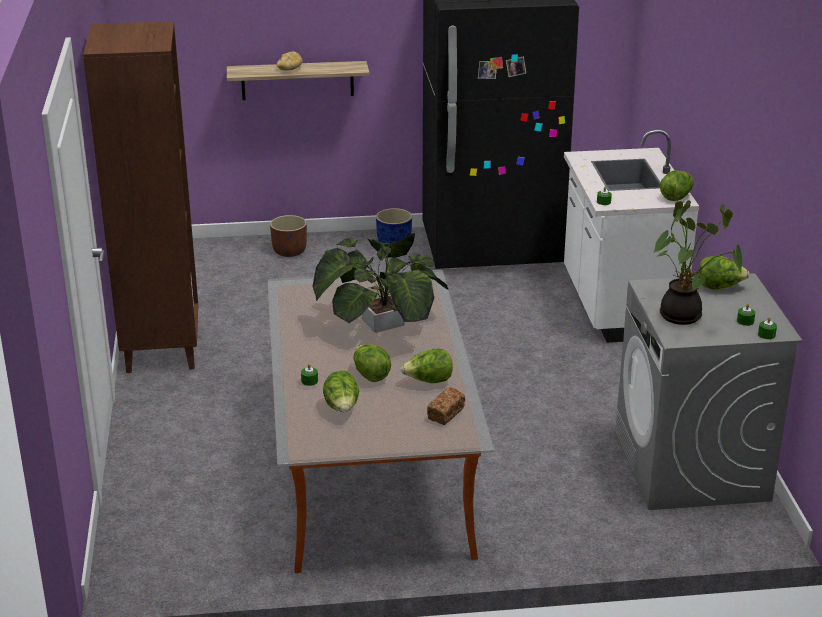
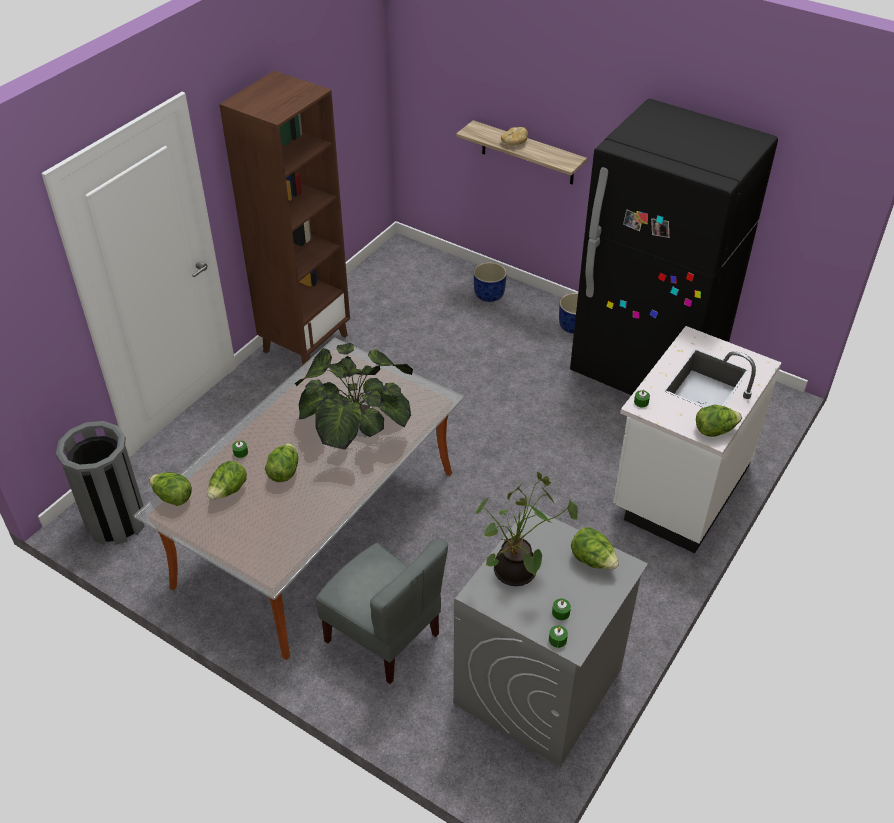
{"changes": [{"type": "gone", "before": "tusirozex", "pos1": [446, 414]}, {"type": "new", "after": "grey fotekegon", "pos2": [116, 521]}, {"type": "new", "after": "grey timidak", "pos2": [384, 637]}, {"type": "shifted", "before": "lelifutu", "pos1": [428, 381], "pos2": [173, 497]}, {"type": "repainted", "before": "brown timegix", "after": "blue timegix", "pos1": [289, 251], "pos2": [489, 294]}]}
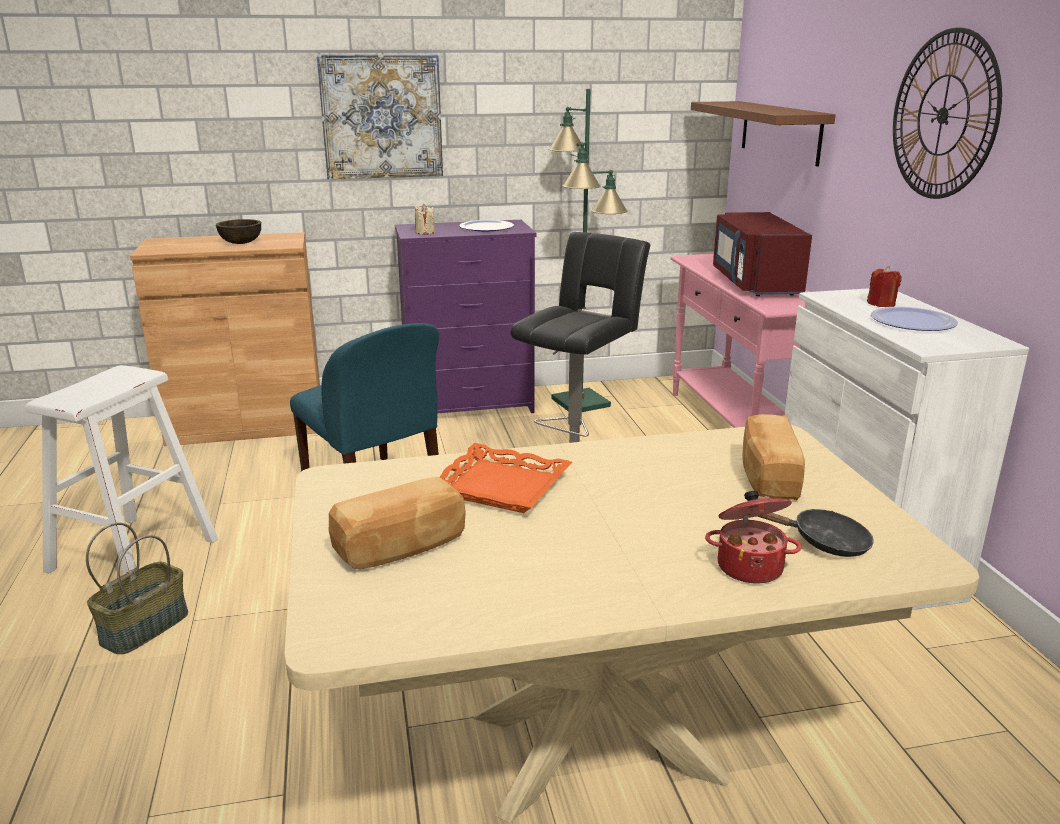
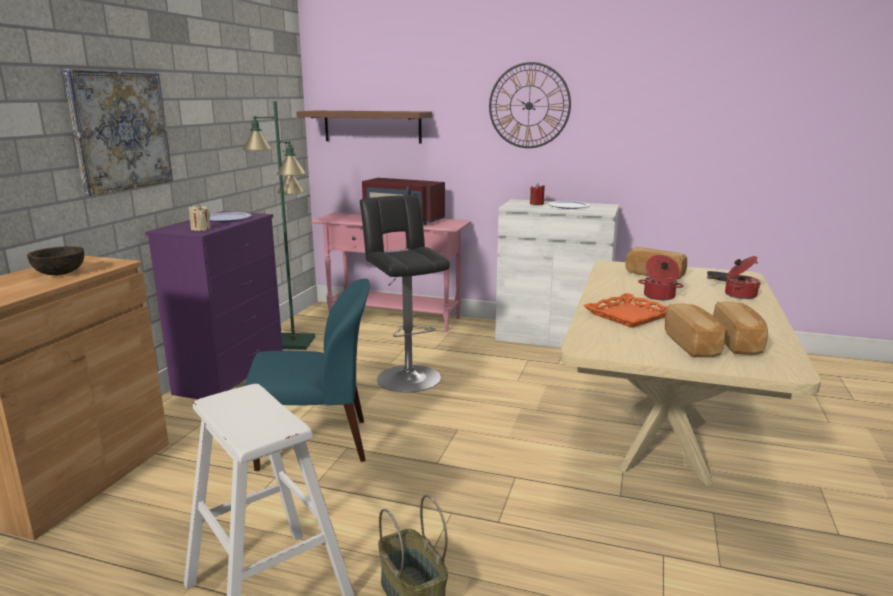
{"changes": [{"type": "new", "after": "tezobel", "pos2": [659, 296]}, {"type": "new", "after": "tusirozex", "pos2": [738, 342]}]}
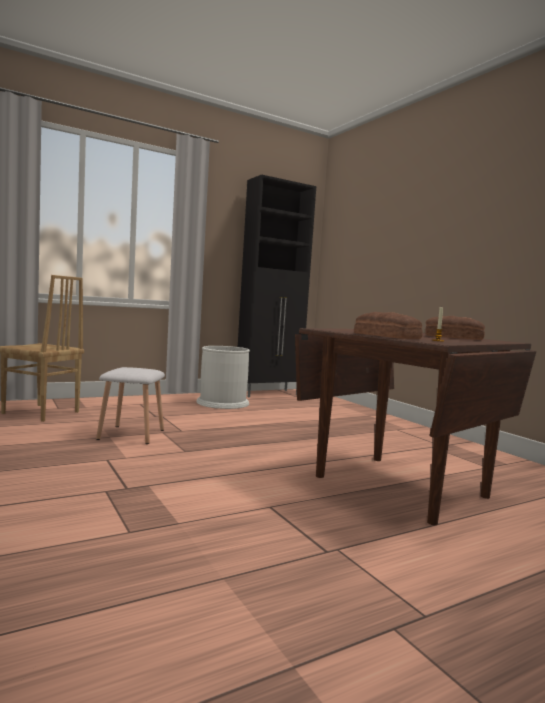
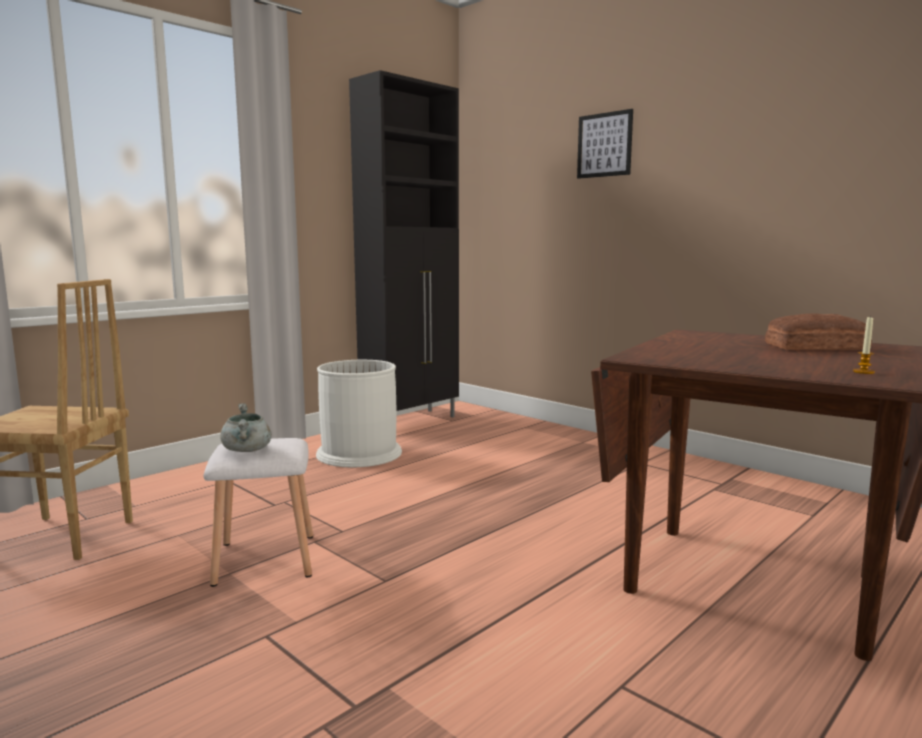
{"changes": [{"type": "gone", "before": "tusirozex", "pos1": [386, 336]}, {"type": "new", "after": "grey tezobel", "pos2": [247, 450]}, {"type": "new", "after": "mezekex", "pos2": [604, 145]}]}
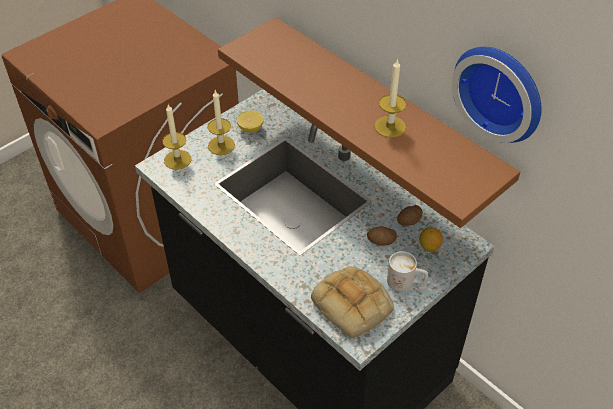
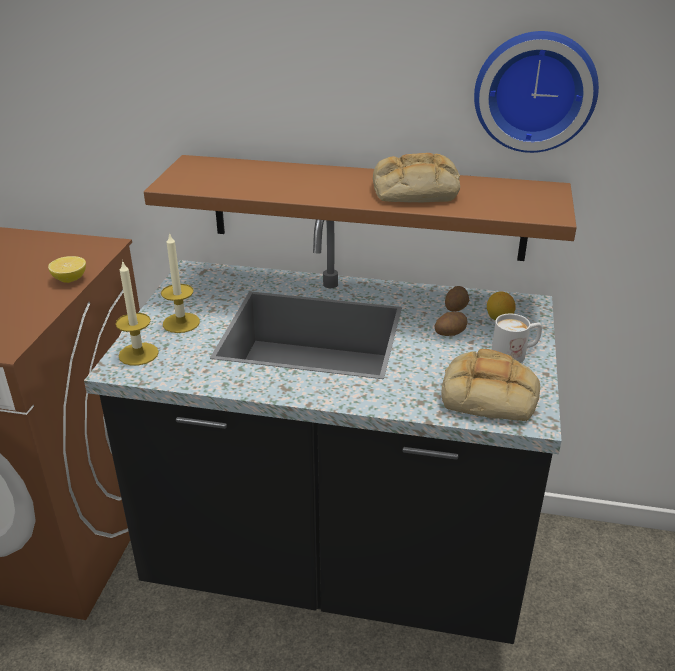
{"changes": [{"type": "shifted", "before": "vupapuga", "pos1": [250, 128], "pos2": [70, 279]}, {"type": "swapped", "before": "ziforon", "after": "tusirozex", "pos1": [390, 126], "pos2": [414, 190]}]}
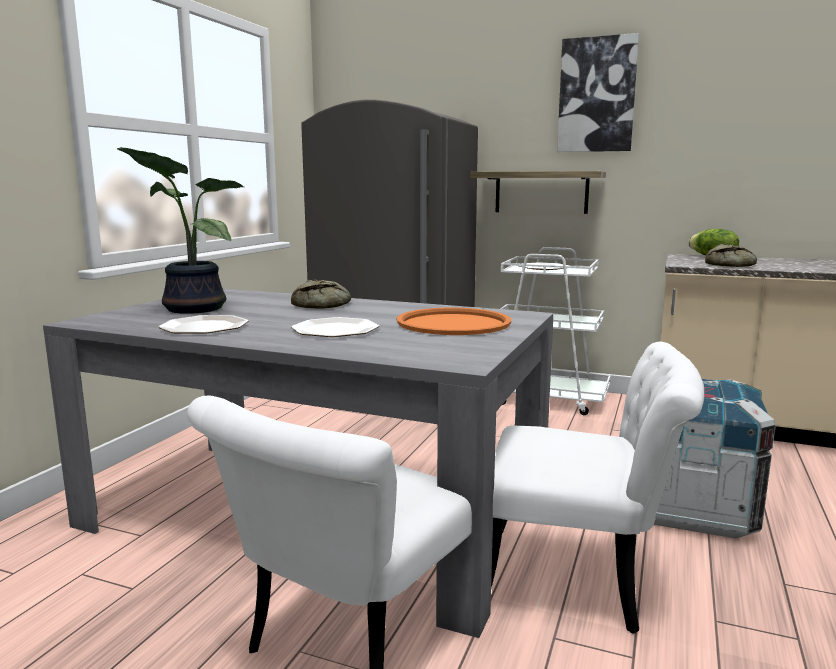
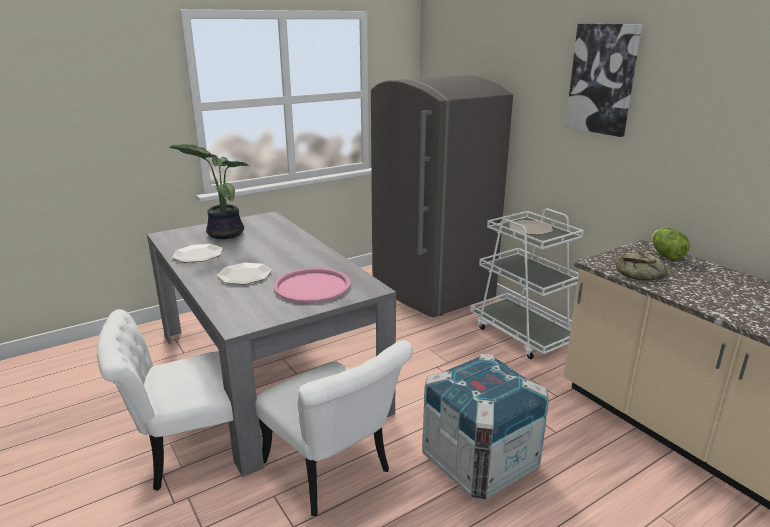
{"changes": [{"type": "gone", "before": "tusirozex", "pos1": [324, 304]}, {"type": "gone", "before": "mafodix", "pos1": [541, 192]}, {"type": "repainted", "before": "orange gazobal", "after": "pink gazobal", "pos1": [453, 323], "pos2": [312, 286]}]}
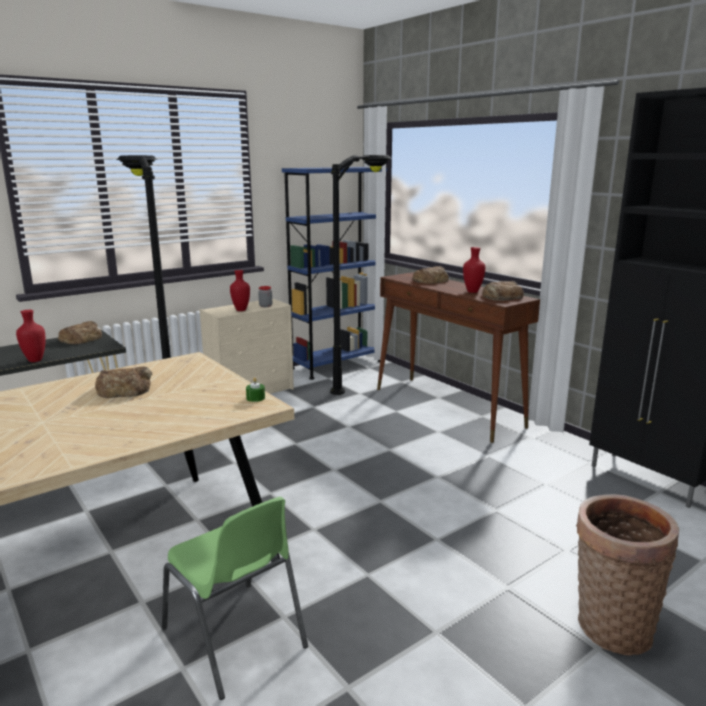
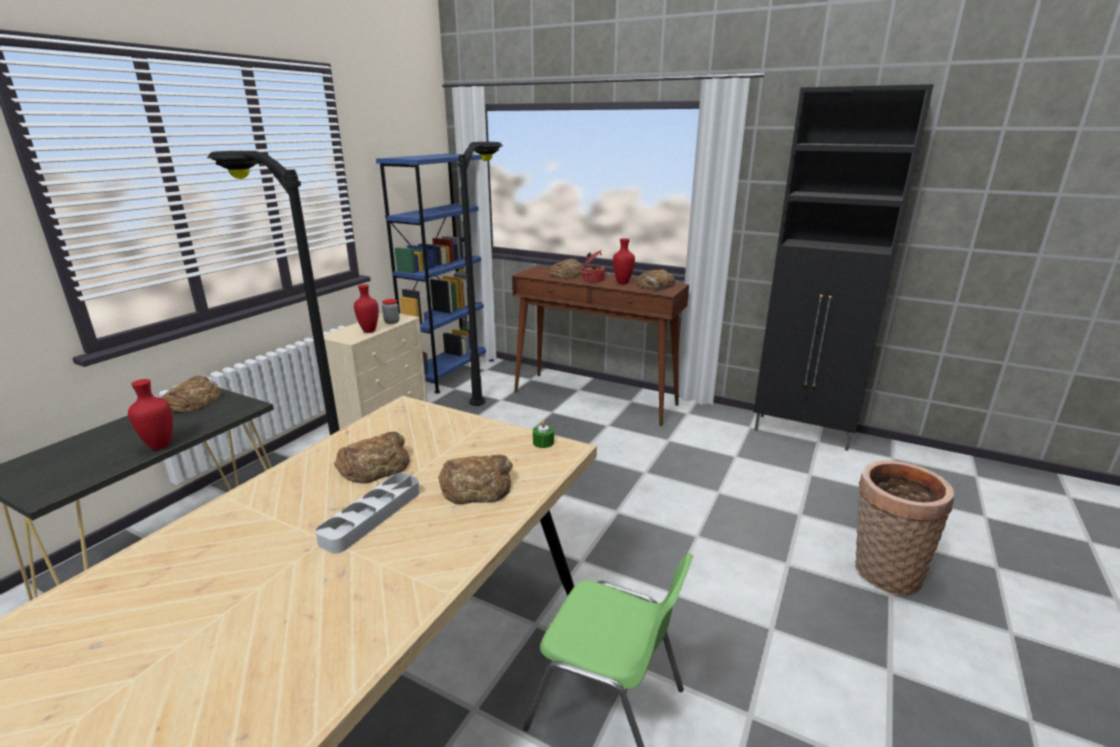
{"changes": [{"type": "new", "after": "grey gazobal", "pos2": [372, 516]}, {"type": "new", "after": "tusirozex", "pos2": [476, 485]}, {"type": "new", "after": "tezobel", "pos2": [592, 279]}]}
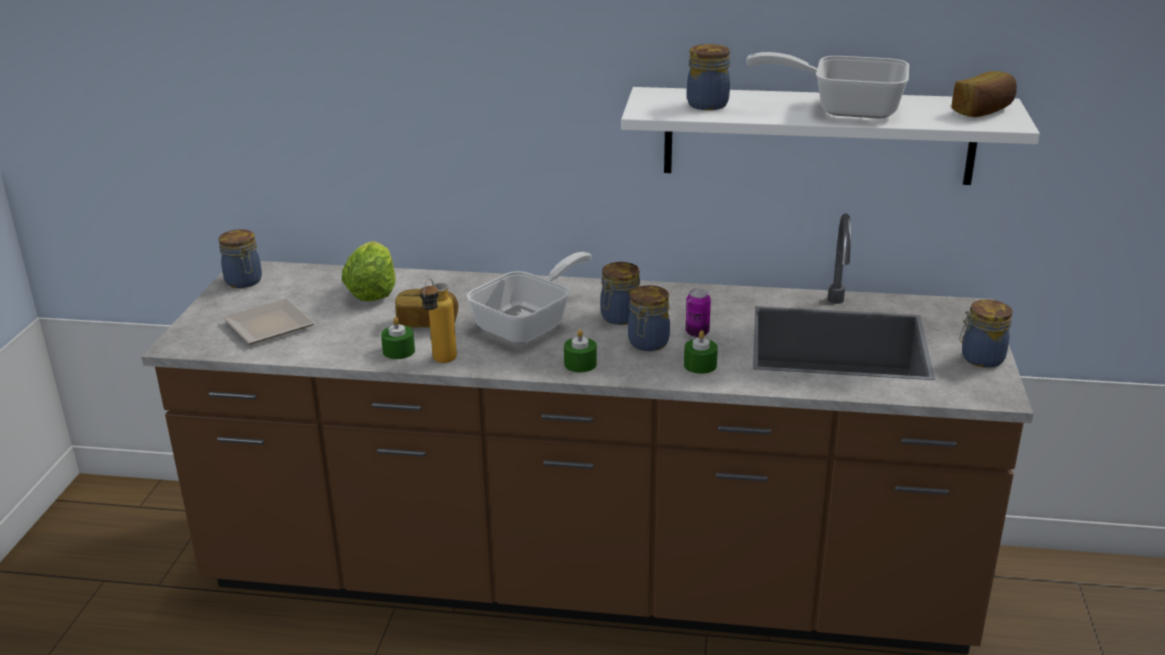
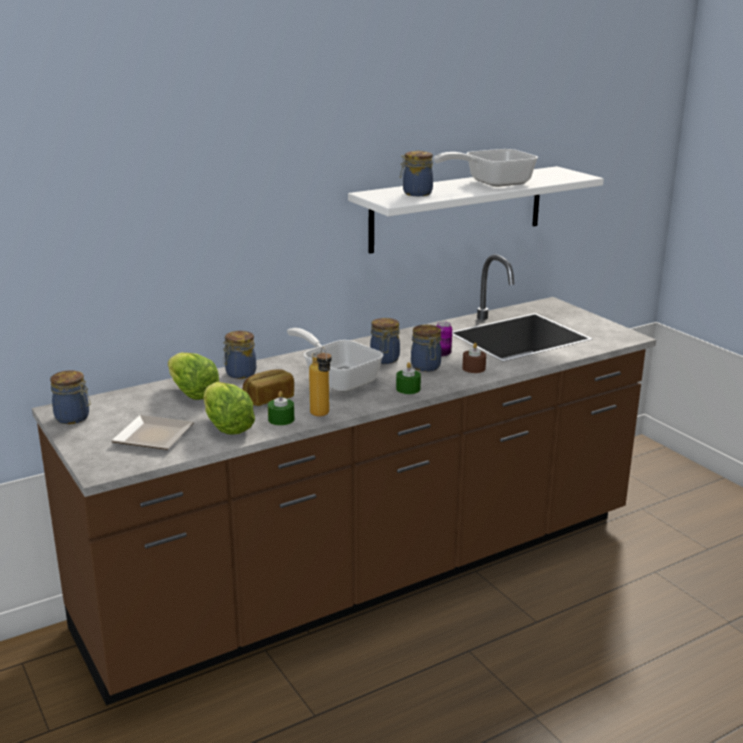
{"changes": [{"type": "gone", "before": "tusirozex", "pos1": [983, 111]}, {"type": "new", "after": "lelifutu", "pos2": [227, 427]}, {"type": "shifted", "before": "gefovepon", "pos1": [980, 358], "pos2": [239, 374]}, {"type": "repainted", "before": "green ziforon", "after": "brown ziforon", "pos1": [700, 365], "pos2": [473, 368]}, {"type": "rotated", "before": "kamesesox", "pos1": [530, 324], "pos2": [337, 379], "turn": -45}]}
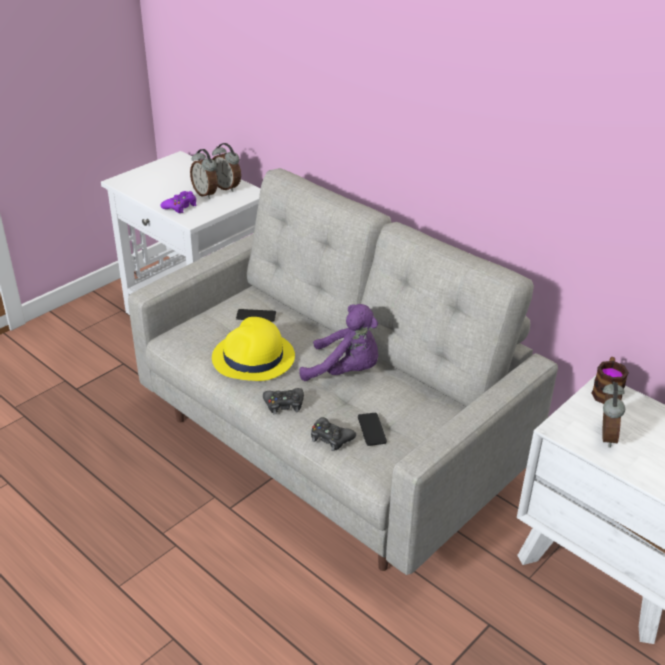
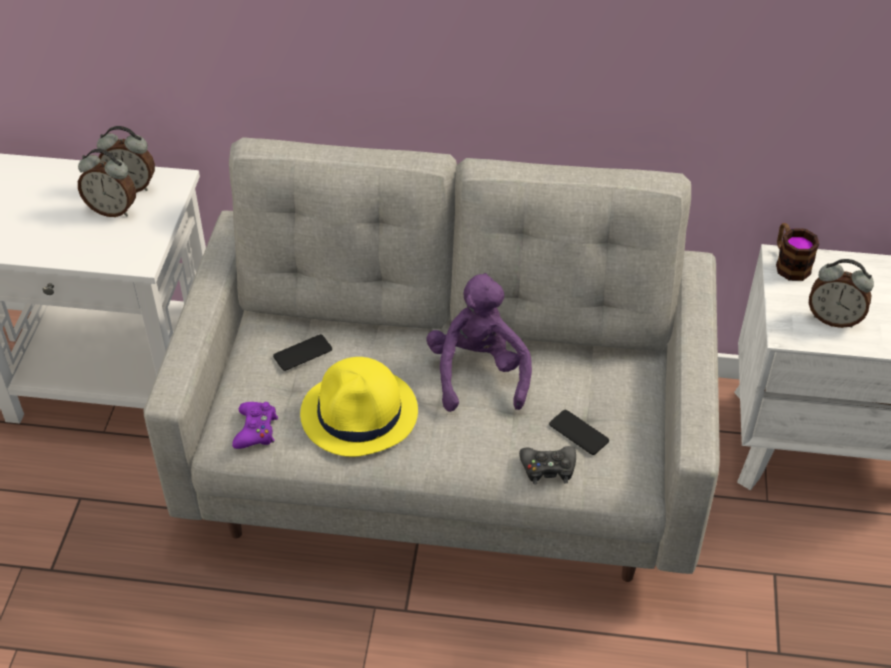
{"changes": [{"type": "gone", "before": "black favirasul", "pos1": [284, 404]}, {"type": "shifted", "before": "purple favirasul", "pos1": [180, 206], "pos2": [256, 430]}, {"type": "rotated", "before": "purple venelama", "pos1": [345, 371], "pos2": [478, 373], "turn": -75}, {"type": "rotated", "before": "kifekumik", "pos1": [604, 436], "pos2": [833, 319], "turn": 135}]}
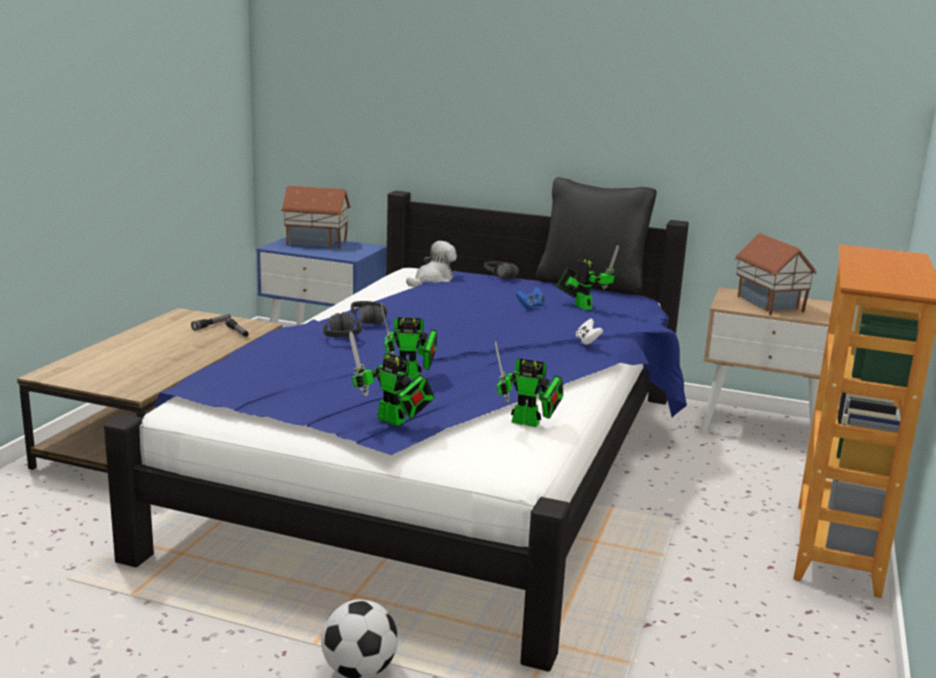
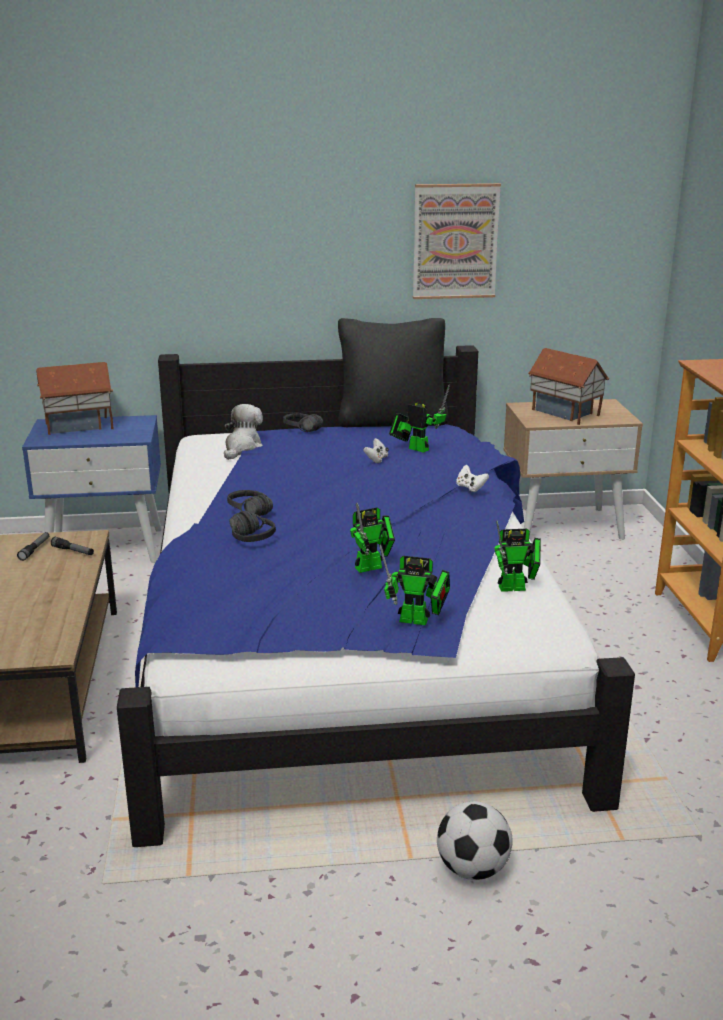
{"changes": [{"type": "new", "after": "mezekex", "pos2": [455, 241]}, {"type": "repainted", "before": "blue favirasul", "after": "white favirasul", "pos1": [530, 306], "pos2": [376, 459]}]}
